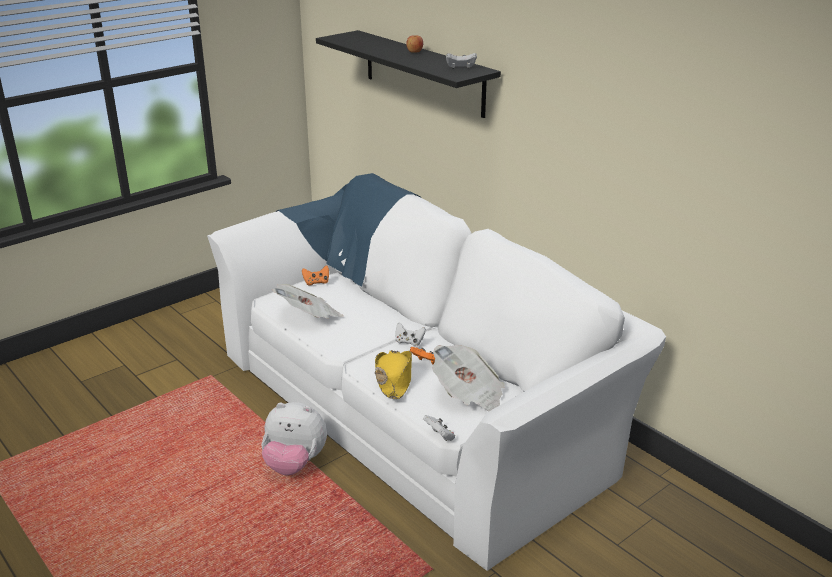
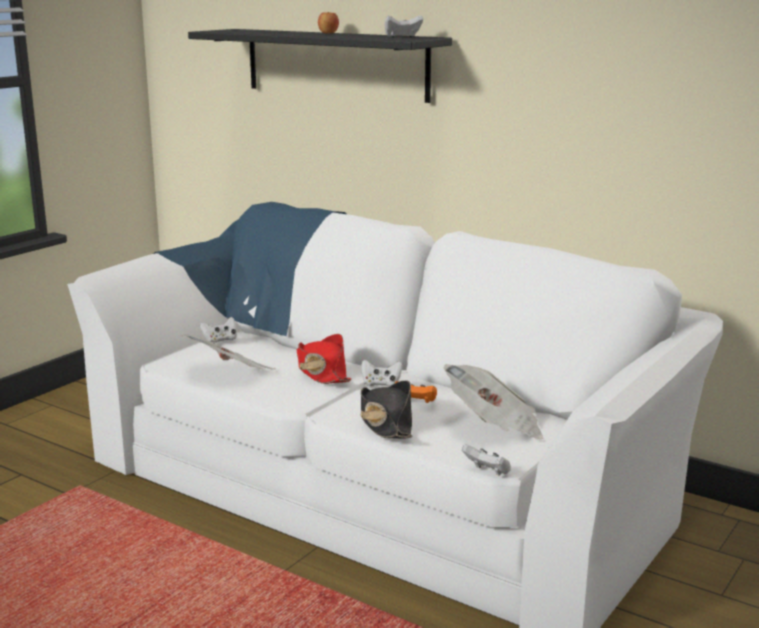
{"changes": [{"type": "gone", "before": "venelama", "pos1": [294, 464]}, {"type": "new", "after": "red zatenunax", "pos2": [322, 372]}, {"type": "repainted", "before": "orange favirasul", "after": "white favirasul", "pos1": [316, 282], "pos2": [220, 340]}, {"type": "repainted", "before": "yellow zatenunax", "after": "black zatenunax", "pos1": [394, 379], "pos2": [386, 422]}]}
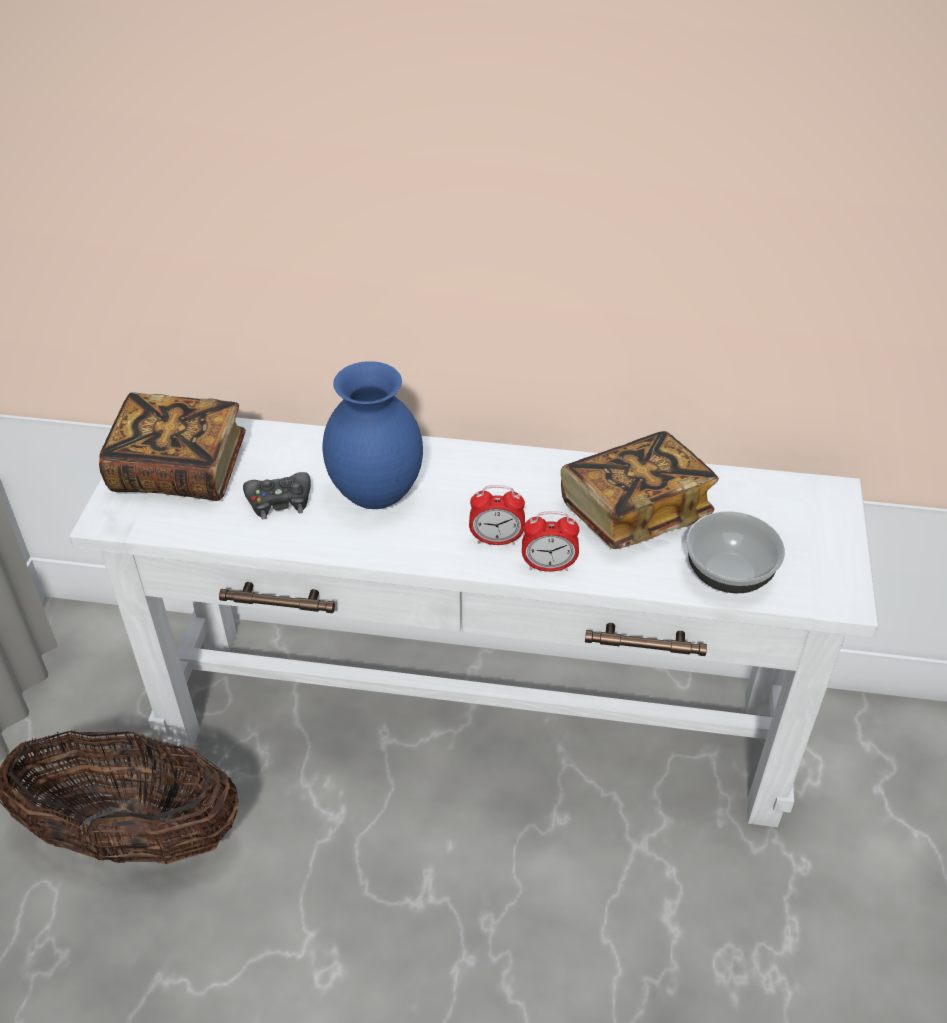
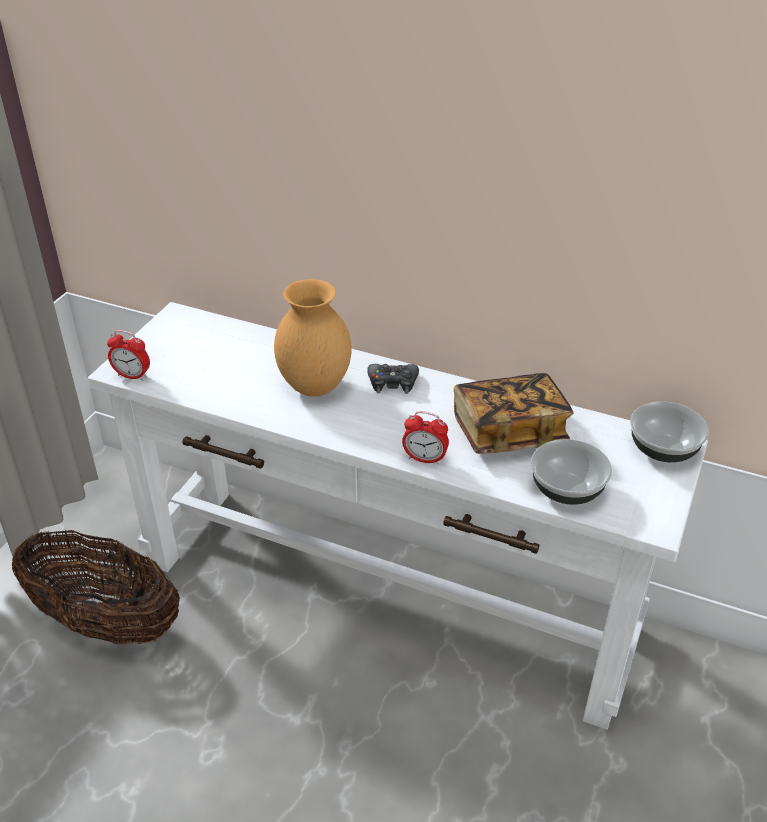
{"changes": [{"type": "gone", "before": "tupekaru", "pos1": [179, 470]}, {"type": "new", "after": "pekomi", "pos2": [663, 449]}, {"type": "shifted", "before": "black favirasul", "pos1": [279, 501], "pos2": [392, 383]}, {"type": "shifted", "before": "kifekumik", "pos1": [496, 540], "pos2": [132, 376]}, {"type": "repainted", "before": "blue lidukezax", "after": "brown lidukezax", "pos1": [378, 494], "pos2": [316, 387]}]}
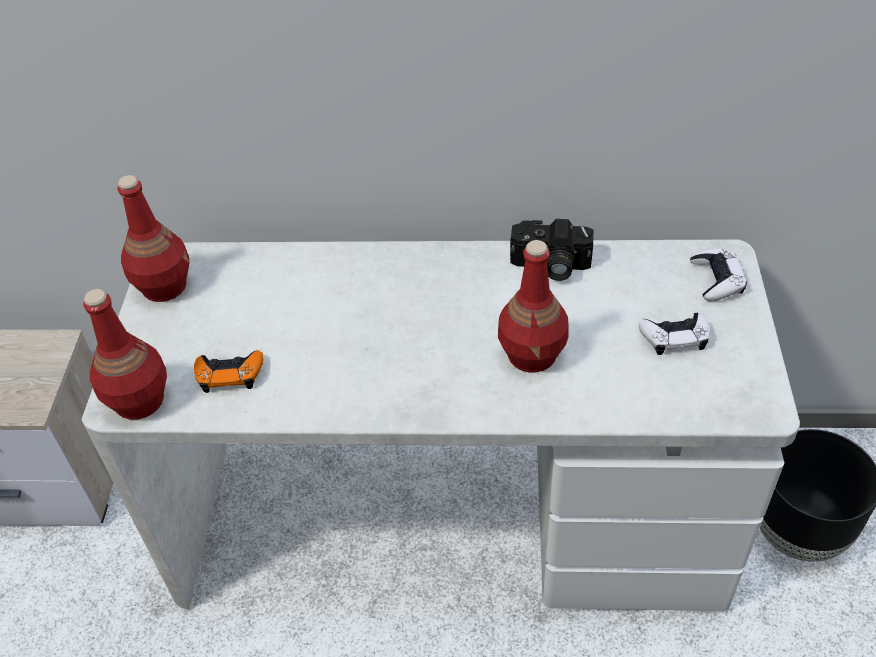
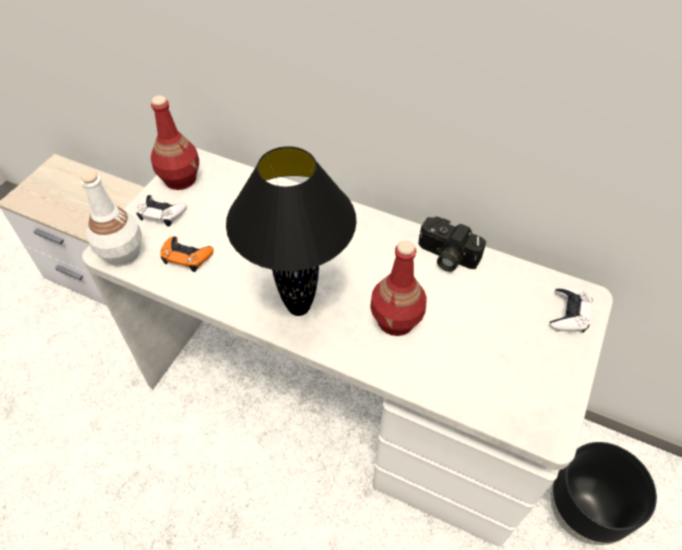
{"changes": [{"type": "new", "after": "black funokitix", "pos2": [297, 307]}, {"type": "shifted", "before": "white favirasul", "pos1": [674, 337], "pos2": [161, 213]}, {"type": "repainted", "before": "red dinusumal", "after": "white dinusumal", "pos1": [139, 401], "pos2": [122, 254]}]}
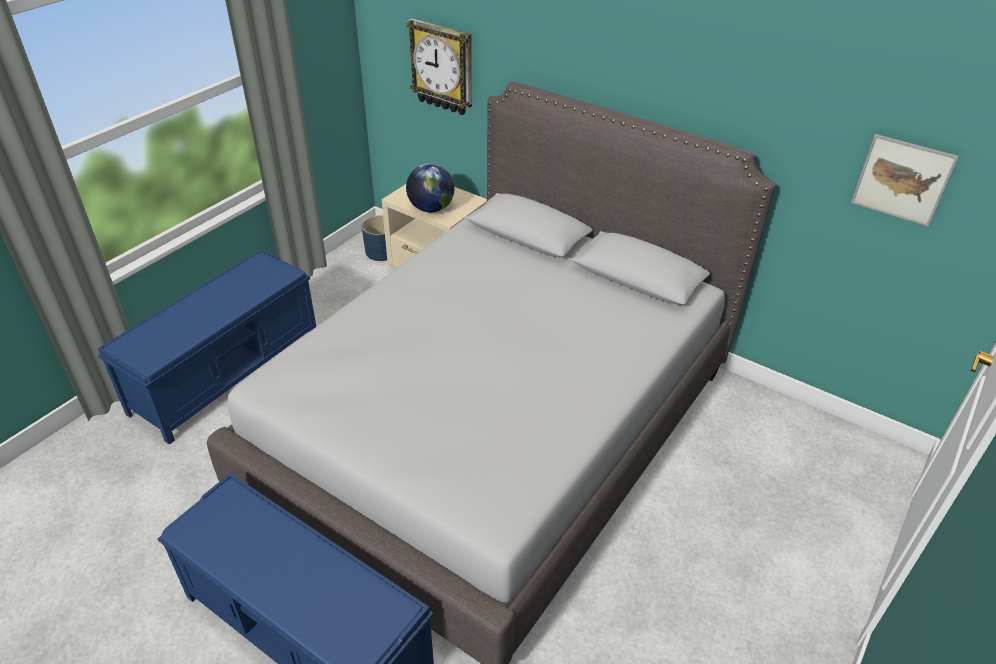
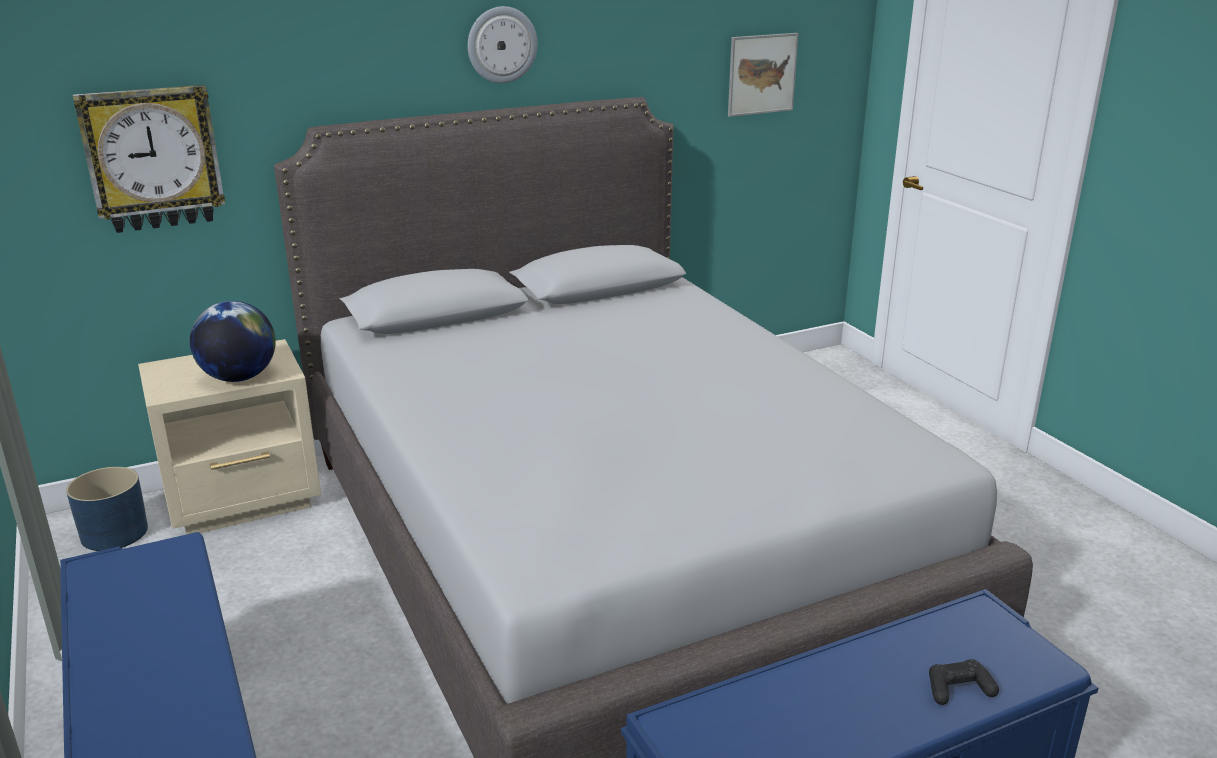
{"changes": [{"type": "new", "after": "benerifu", "pos2": [501, 45]}, {"type": "new", "after": "black favirasul", "pos2": [958, 689]}]}
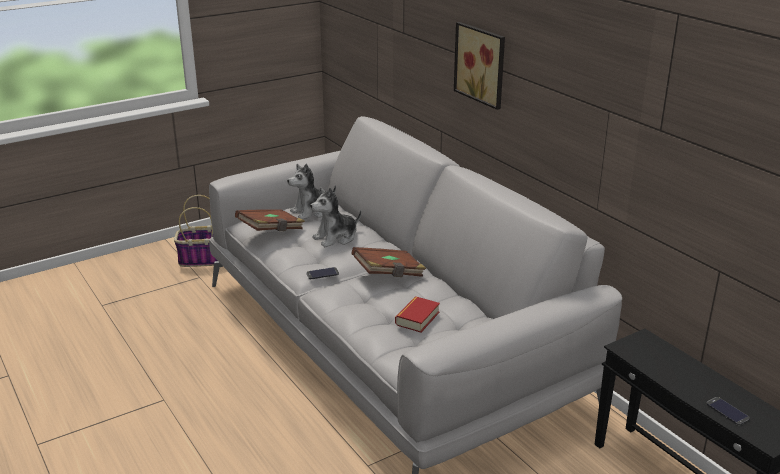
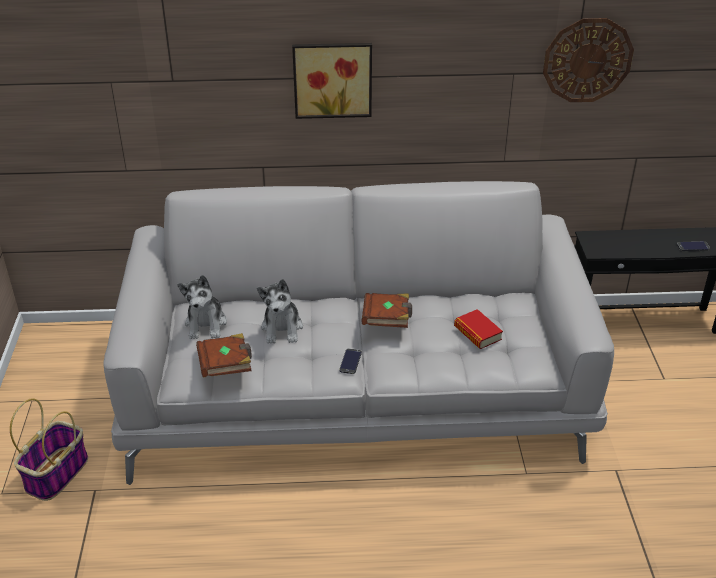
{"changes": [{"type": "new", "after": "benerifu", "pos2": [587, 60]}]}
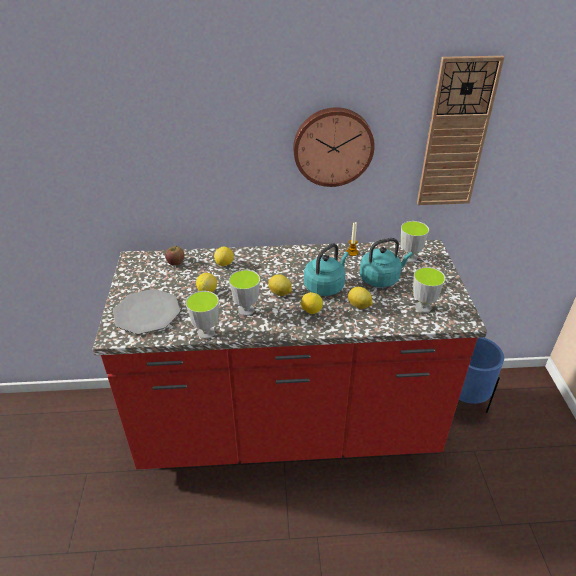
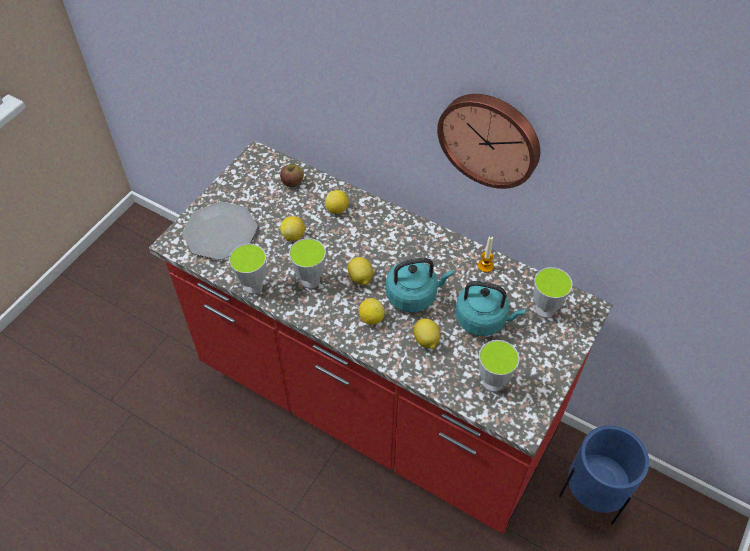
{"changes": [{"type": "gone", "before": "benerifu", "pos1": [456, 135]}]}
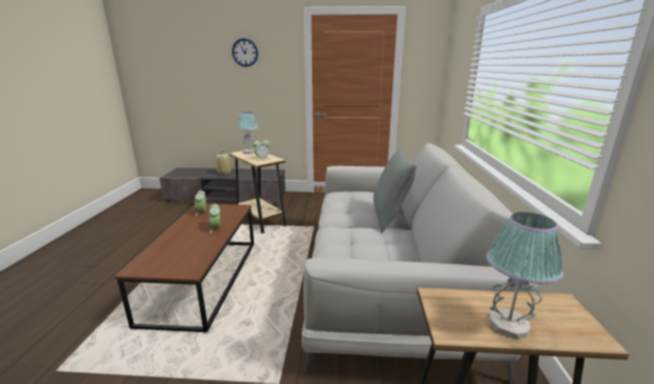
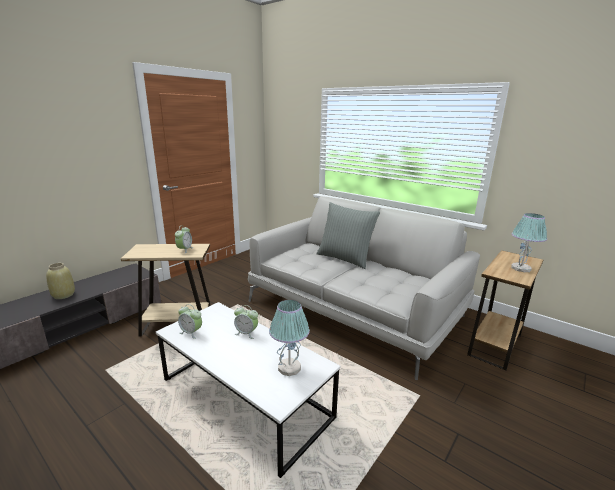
{"changes": [{"type": "gone", "before": "benerifu", "pos1": [245, 52]}, {"type": "shifted", "before": "funokitix", "pos1": [249, 152], "pos2": [289, 367]}, {"type": "repainted", "before": "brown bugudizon", "after": "white bugudizon", "pos1": [203, 279], "pos2": [244, 399]}]}
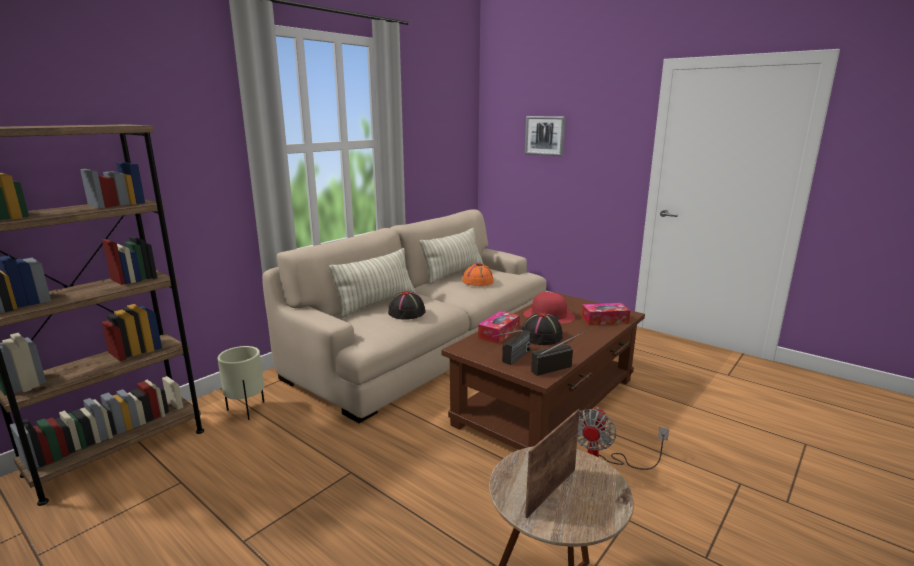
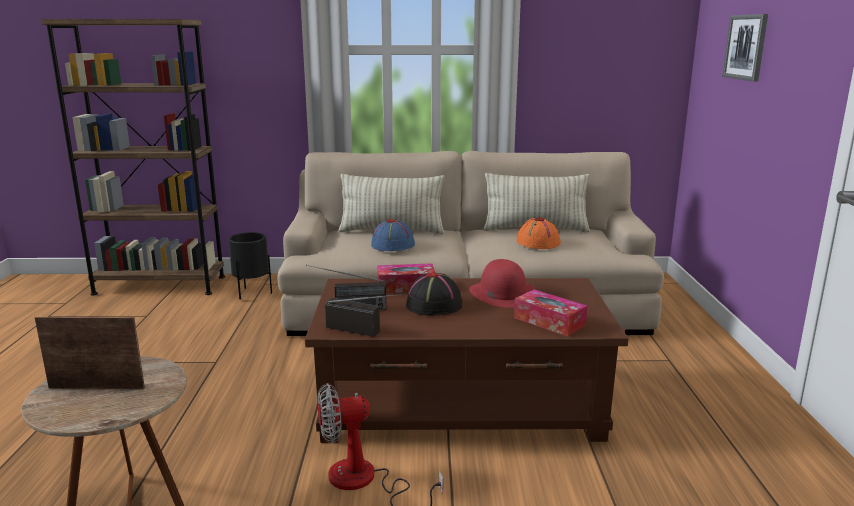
{"changes": [{"type": "repainted", "before": "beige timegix", "after": "black timegix", "pos1": [247, 411], "pos2": [252, 294]}, {"type": "repainted", "before": "black zatenunax", "after": "blue zatenunax", "pos1": [407, 312], "pos2": [393, 244]}]}
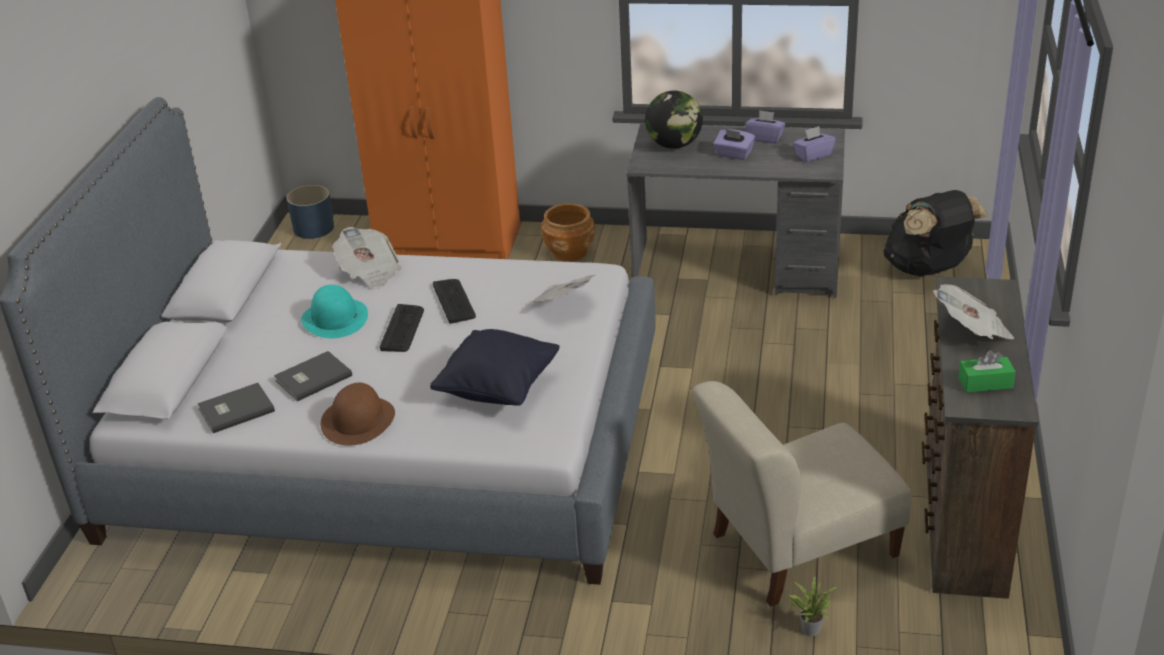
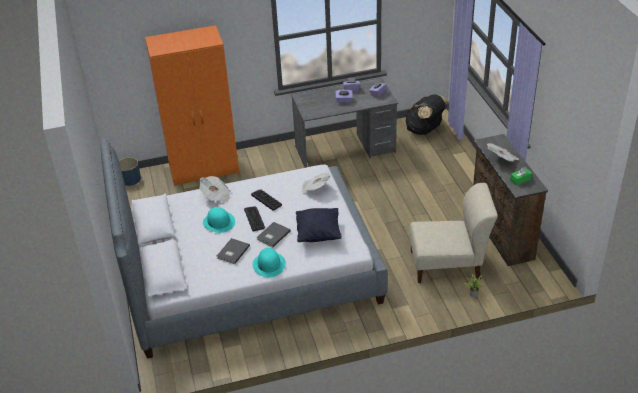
{"changes": [{"type": "gone", "before": "brown timegix", "pos1": [569, 252]}, {"type": "gone", "before": "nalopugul", "pos1": [674, 145]}, {"type": "shifted", "before": "grey tupekaru", "pos1": [235, 409], "pos2": [272, 235]}, {"type": "repainted", "before": "brown zatenunax", "after": "turquoise zatenunax", "pos1": [358, 420], "pos2": [269, 264]}, {"type": "rotated", "before": "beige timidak", "pos1": [797, 548], "pos2": [448, 264], "turn": -135}]}
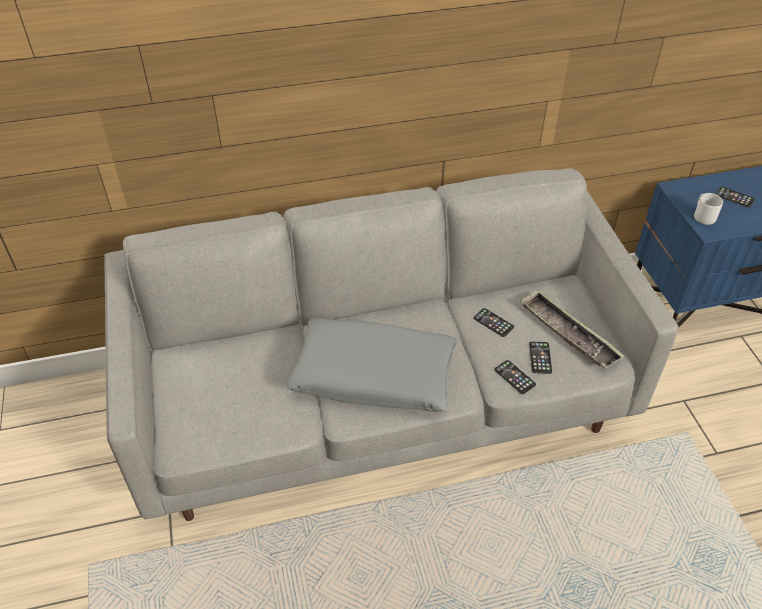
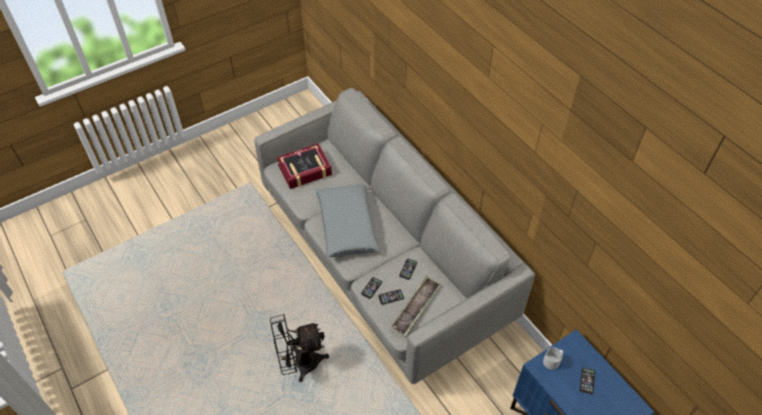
{"changes": [{"type": "new", "after": "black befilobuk", "pos2": [300, 364]}, {"type": "new", "after": "tupekaru", "pos2": [305, 170]}]}
